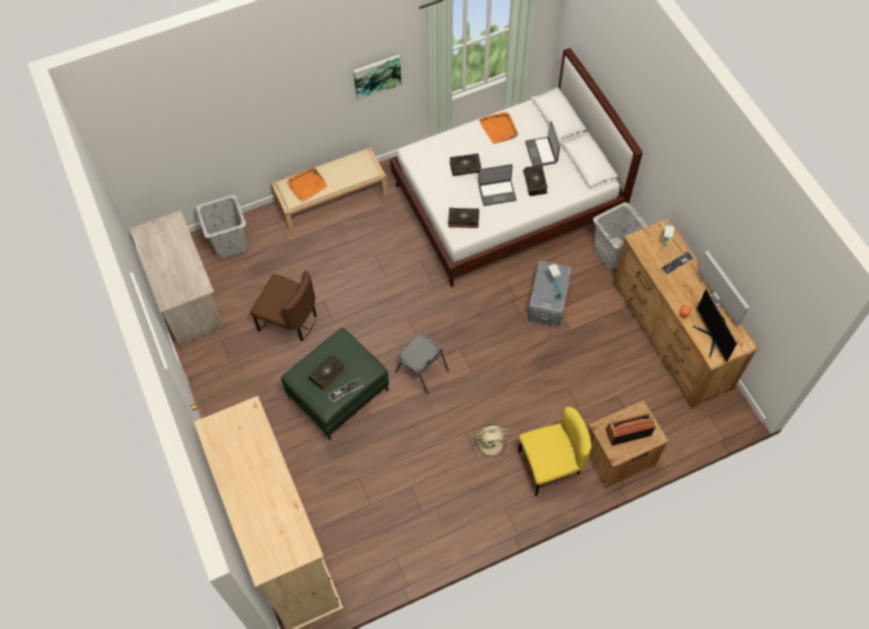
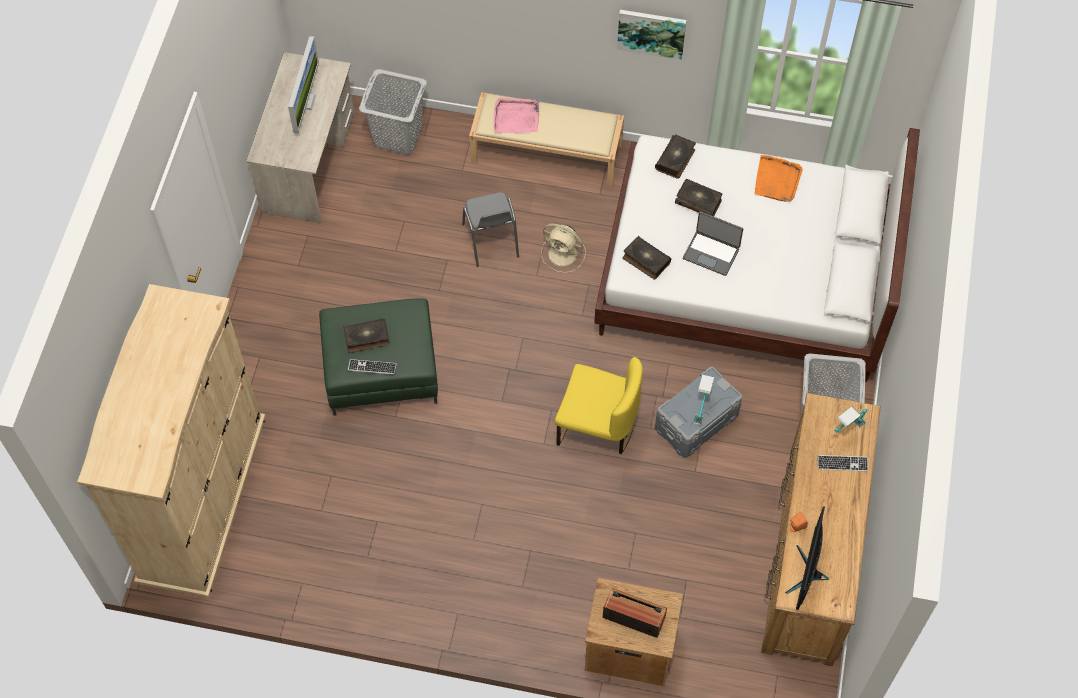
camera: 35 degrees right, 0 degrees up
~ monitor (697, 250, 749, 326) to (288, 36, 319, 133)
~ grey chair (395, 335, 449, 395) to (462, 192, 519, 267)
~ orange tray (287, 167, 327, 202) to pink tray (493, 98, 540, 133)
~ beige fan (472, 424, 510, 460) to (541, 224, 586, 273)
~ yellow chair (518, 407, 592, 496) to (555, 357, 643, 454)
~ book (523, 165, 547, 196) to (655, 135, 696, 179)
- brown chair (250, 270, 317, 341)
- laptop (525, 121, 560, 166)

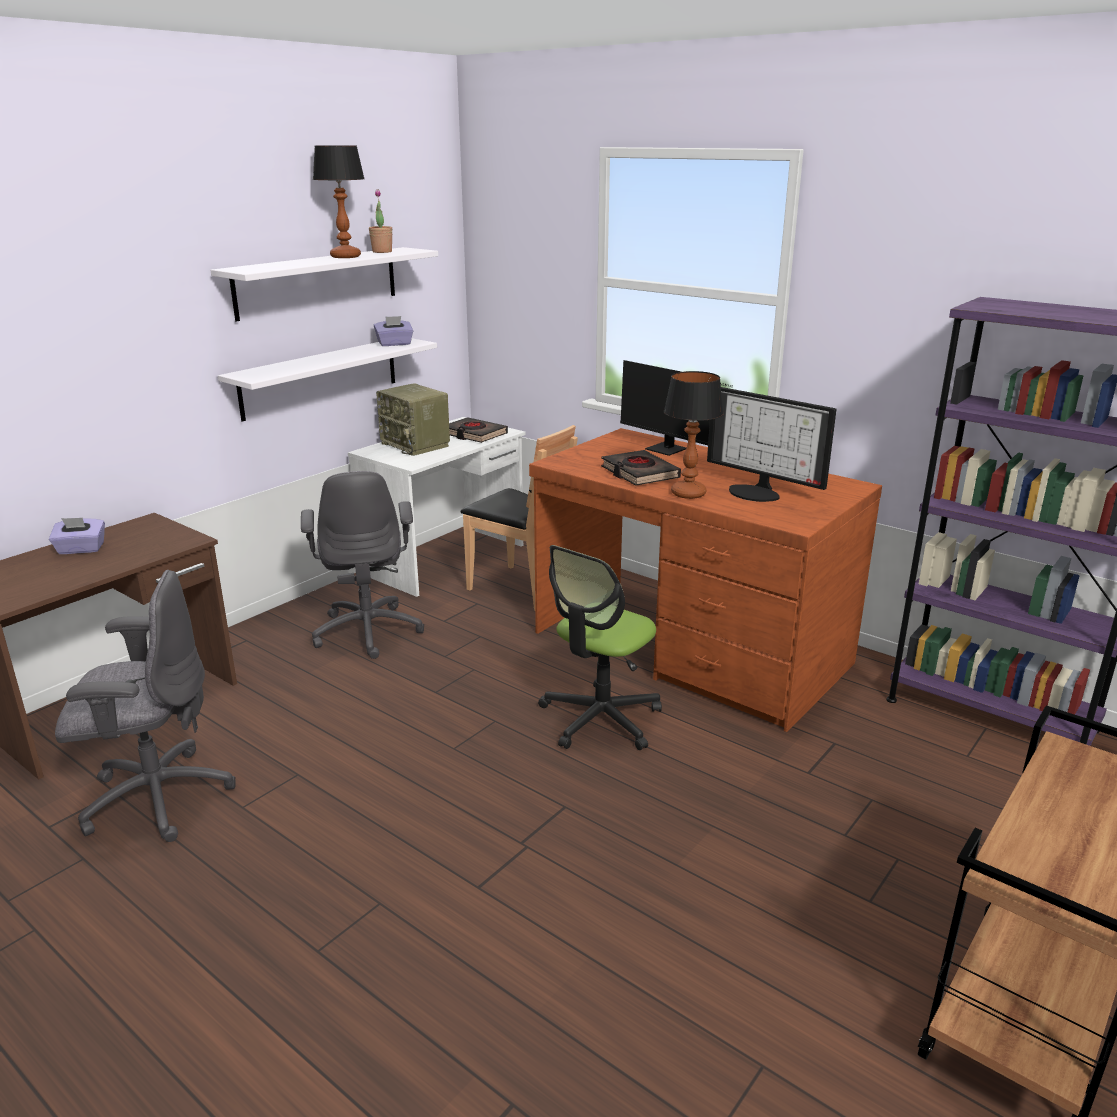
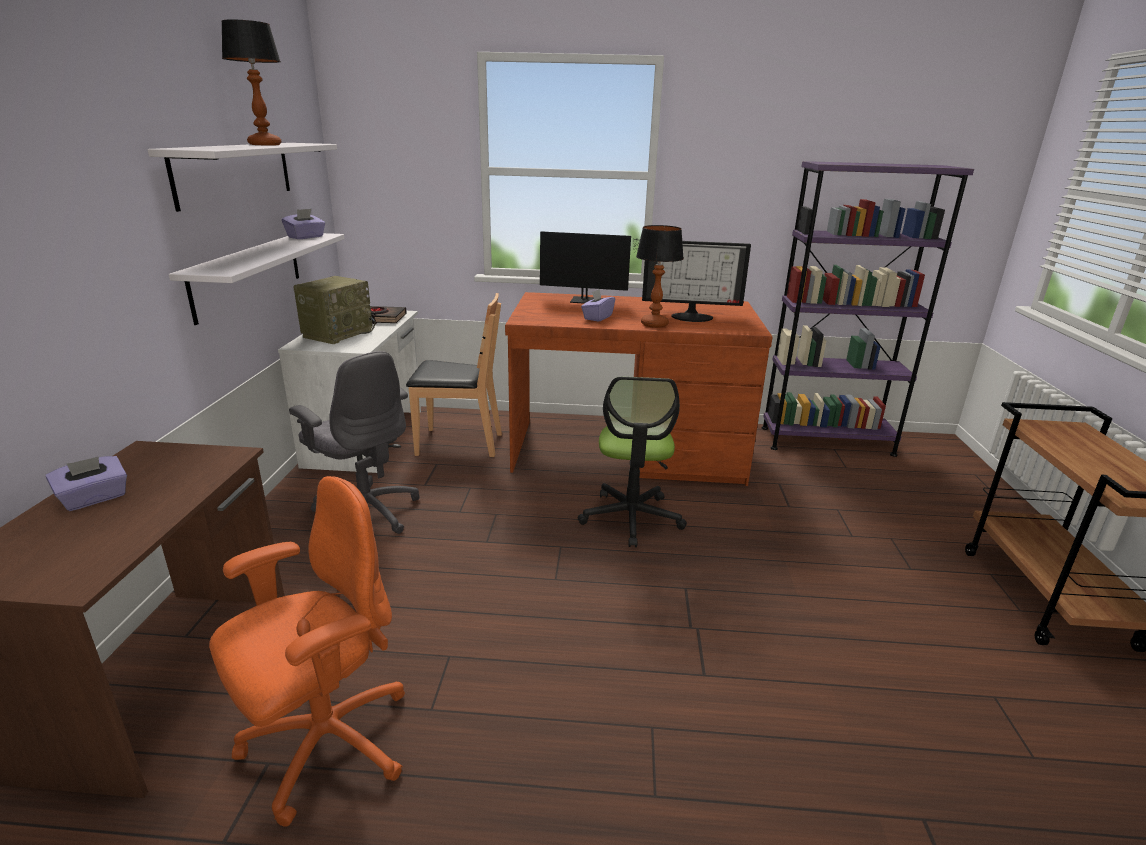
camera: 35 degrees left, 0 degrees up
~ grey office chair (55, 570, 236, 842) to orange office chair (209, 476, 405, 827)
~ radio (376, 383, 450, 456) = (293, 276, 376, 344) 75 degrees counterclockwise
~ black book (601, 450, 681, 486) to purple tissue box (581, 289, 615, 322)
- potted plant (369, 189, 392, 253)

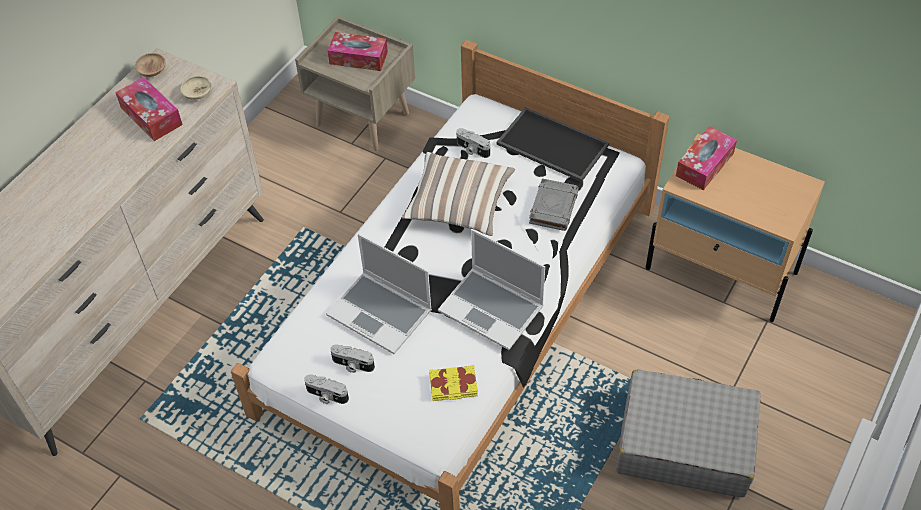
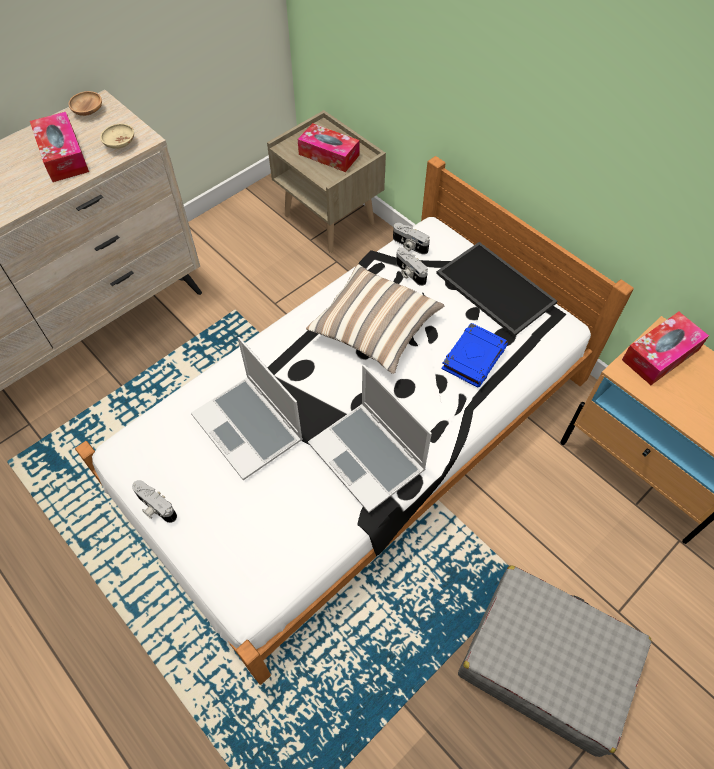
camera: 15 degrees right, 5 degrees up
~ photo camera (330, 344, 375, 373) to (393, 223, 430, 255)
~ grey book (529, 178, 579, 231) to blue book (441, 323, 508, 387)
- yellow book (429, 365, 478, 401)

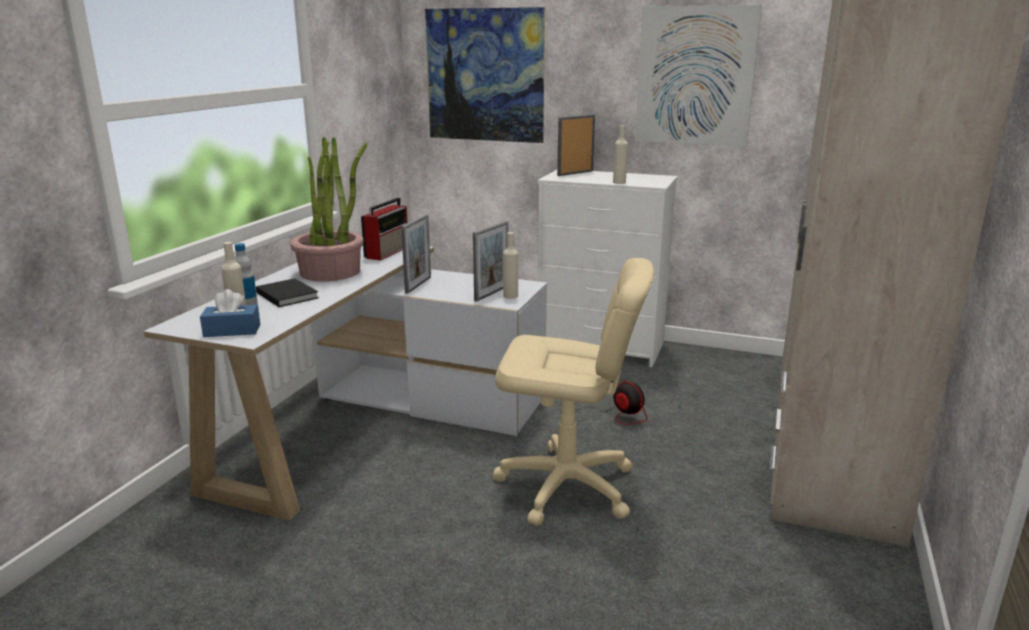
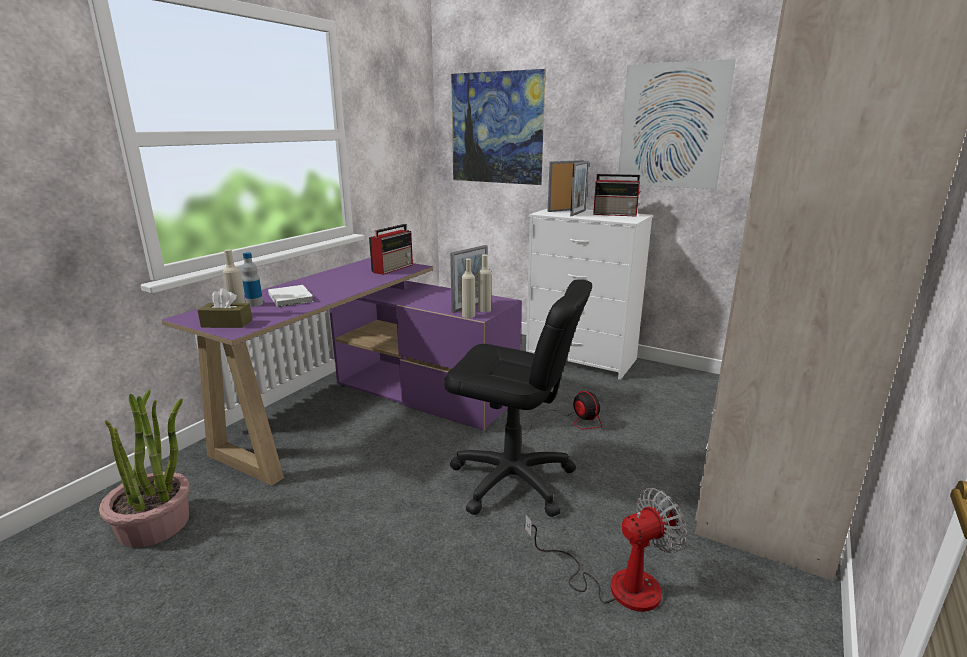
camera: 10 degrees right, 0 degrees up
~ potted plant (290, 137, 367, 281) to (99, 390, 190, 548)
~ white desk (144, 246, 547, 521) to purple desk (161, 258, 522, 486)
~ blue tissue box (200, 289, 260, 337) to brown tissue box (197, 289, 252, 328)
~ black book (256, 278, 319, 307) to white book (268, 285, 314, 307)
~ beige office chair (493, 258, 654, 526) to black office chair (444, 280, 592, 517)
~ beige bottle (613, 125, 628, 184) to (461, 258, 475, 318)
+ fan (525, 488, 687, 612)
~ picture frame (401, 214, 431, 294) to (570, 161, 589, 216)
+ radio (593, 174, 641, 216)

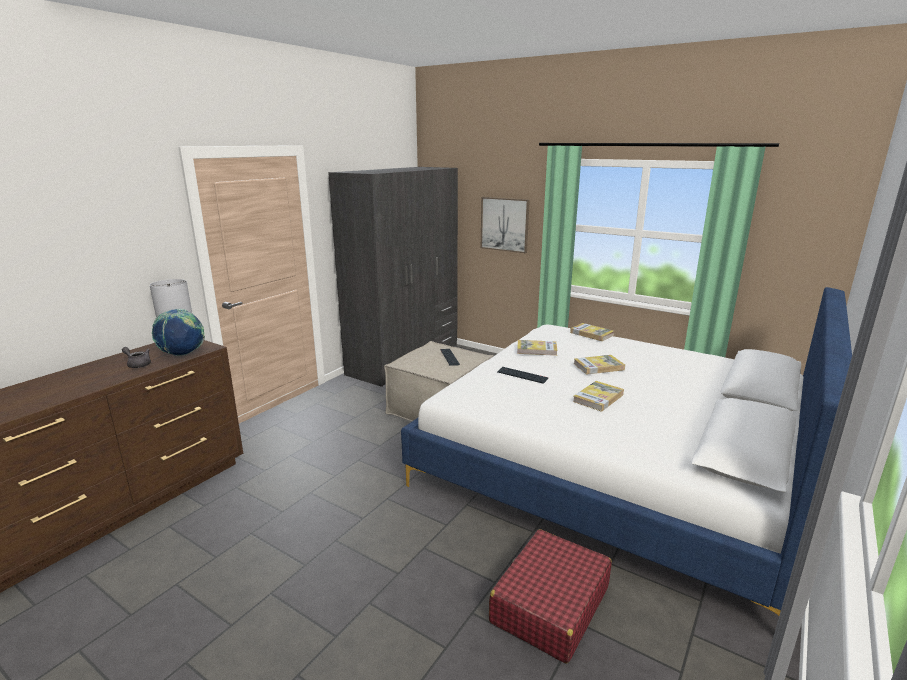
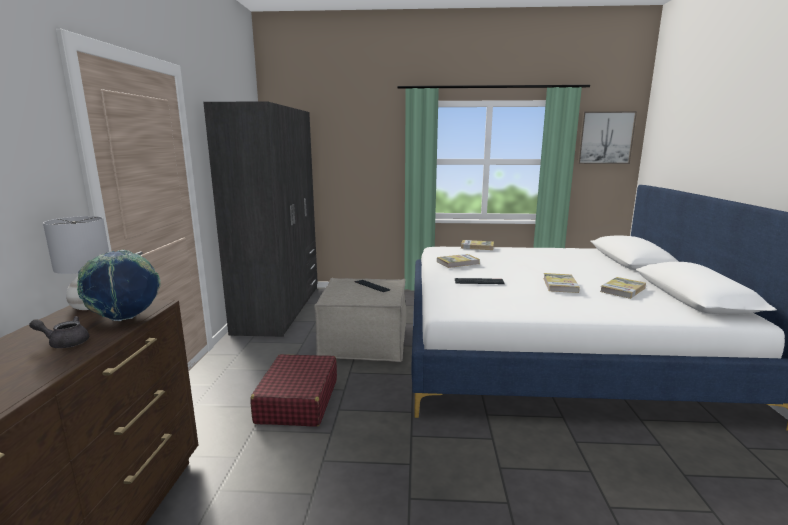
camera: 30 degrees left, 5 degrees down
~ red suitcase (489, 529, 612, 663) to (250, 354, 337, 427)
~ picture (481, 197, 530, 253) to (577, 111, 637, 164)
~ book (574, 355, 625, 375) to (600, 277, 646, 299)

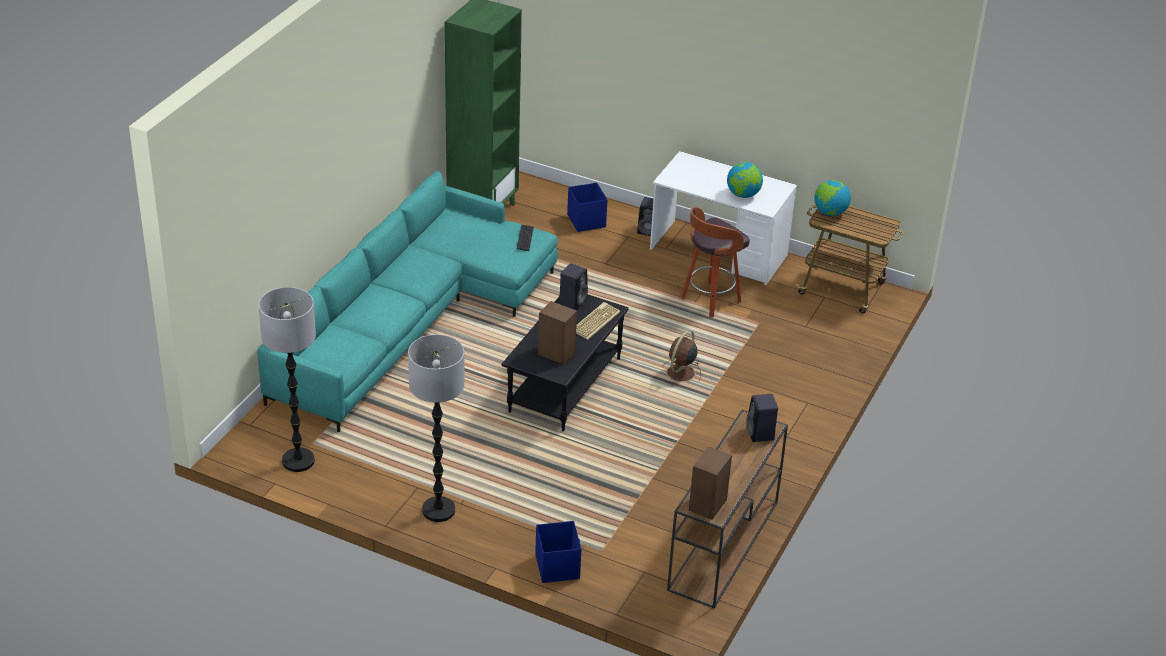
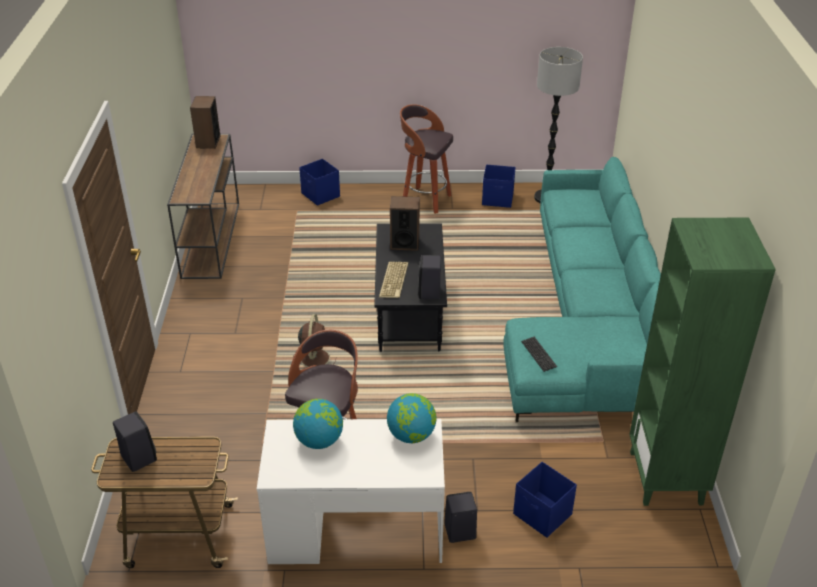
camera: 155 degrees right, 0 degrees up
~ black speaker (747, 394, 778, 442) to (113, 411, 157, 472)
~ globe (814, 180, 851, 216) to (387, 393, 436, 443)
~ floor lamp (408, 334, 465, 522) to stool (400, 104, 453, 214)
+ blue storage box (482, 164, 515, 208)

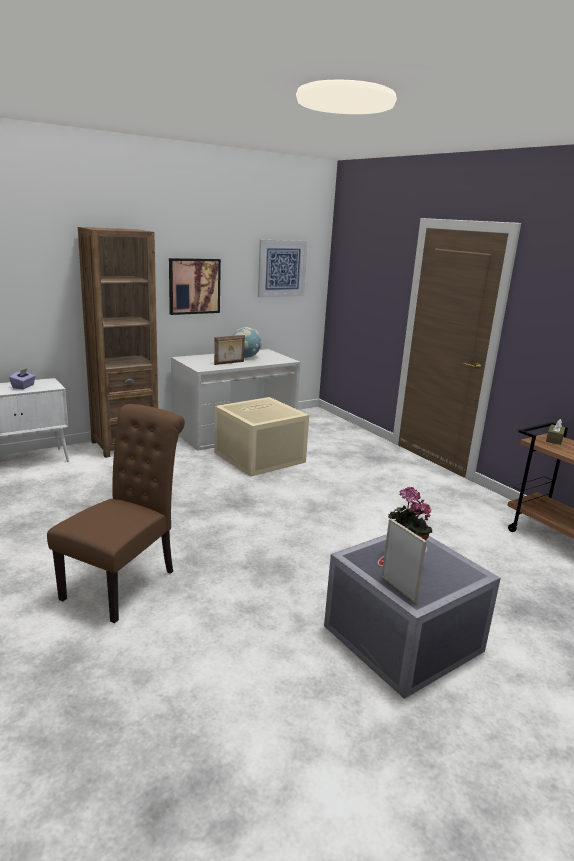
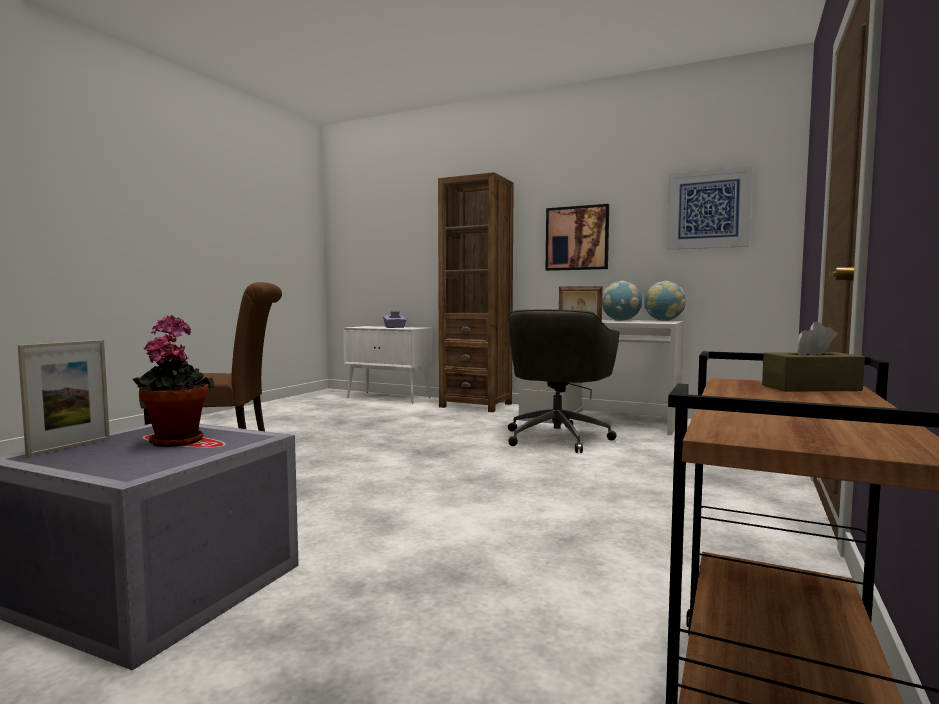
camera: 60 degrees right, 15 degrees down
~ beige storage box (214, 397, 309, 476) to grey office chair (508, 309, 619, 453)
+ globe (644, 281, 686, 321)

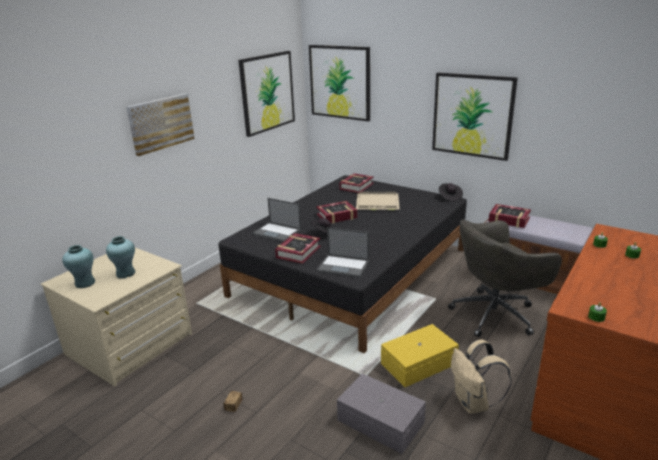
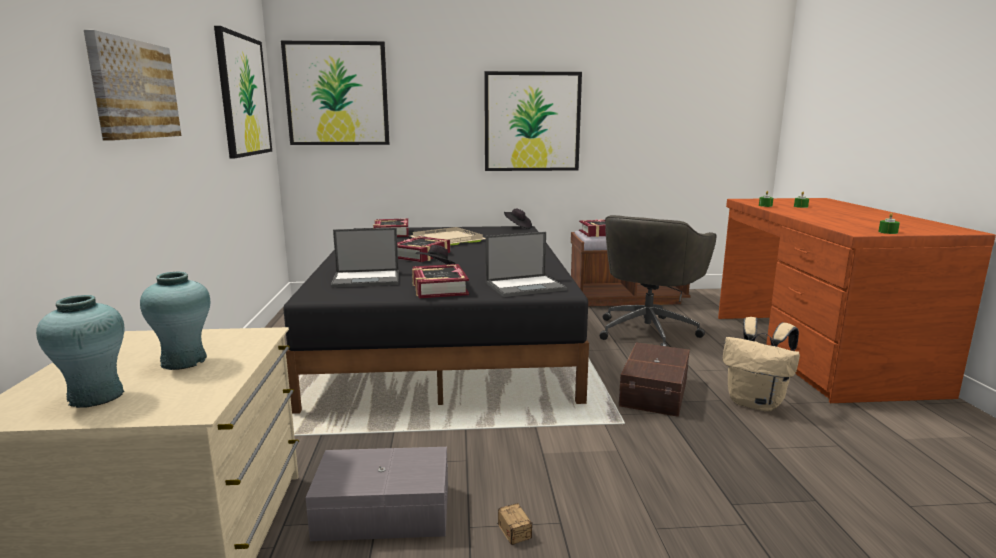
camera: 40 degrees left, 10 degrees down
~ grey storage box (337, 373, 426, 454) to (306, 447, 448, 541)
~ yellow storage box (381, 324, 459, 387) to brown storage box (619, 342, 690, 417)

